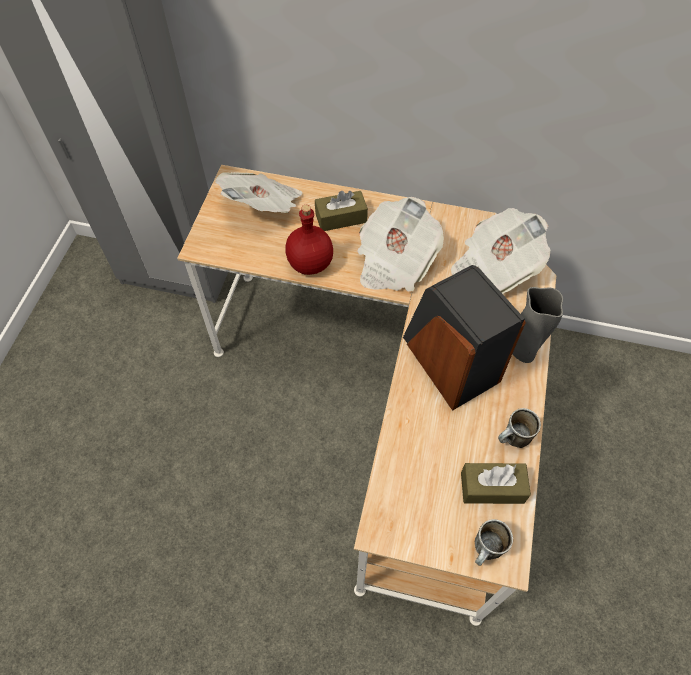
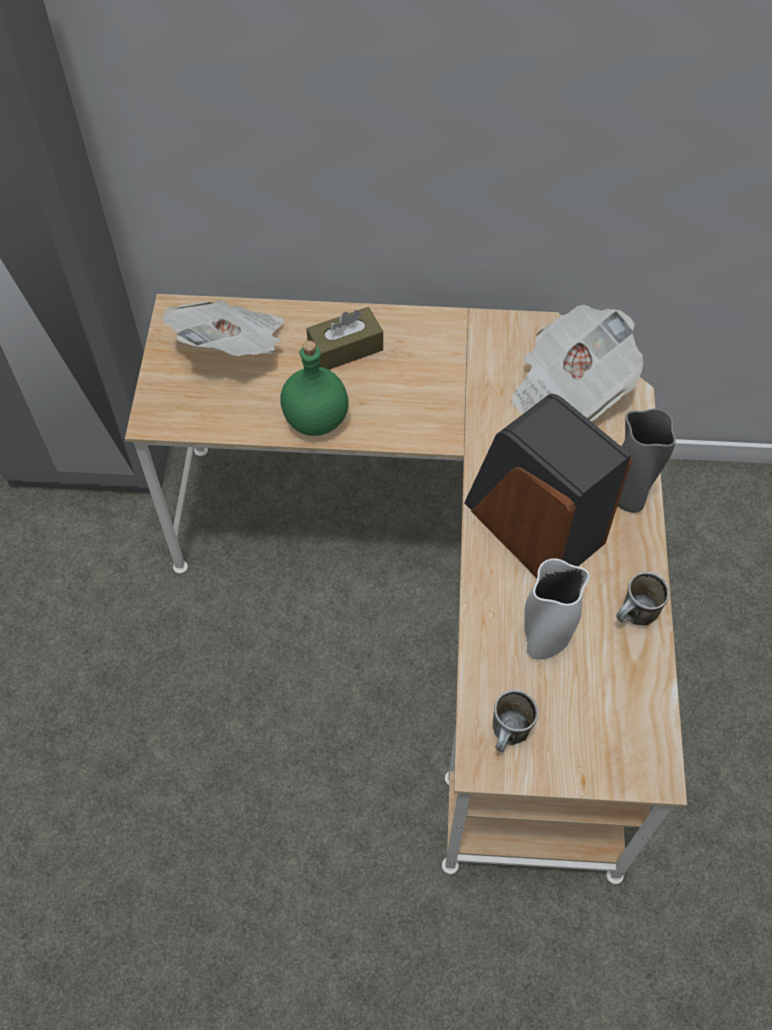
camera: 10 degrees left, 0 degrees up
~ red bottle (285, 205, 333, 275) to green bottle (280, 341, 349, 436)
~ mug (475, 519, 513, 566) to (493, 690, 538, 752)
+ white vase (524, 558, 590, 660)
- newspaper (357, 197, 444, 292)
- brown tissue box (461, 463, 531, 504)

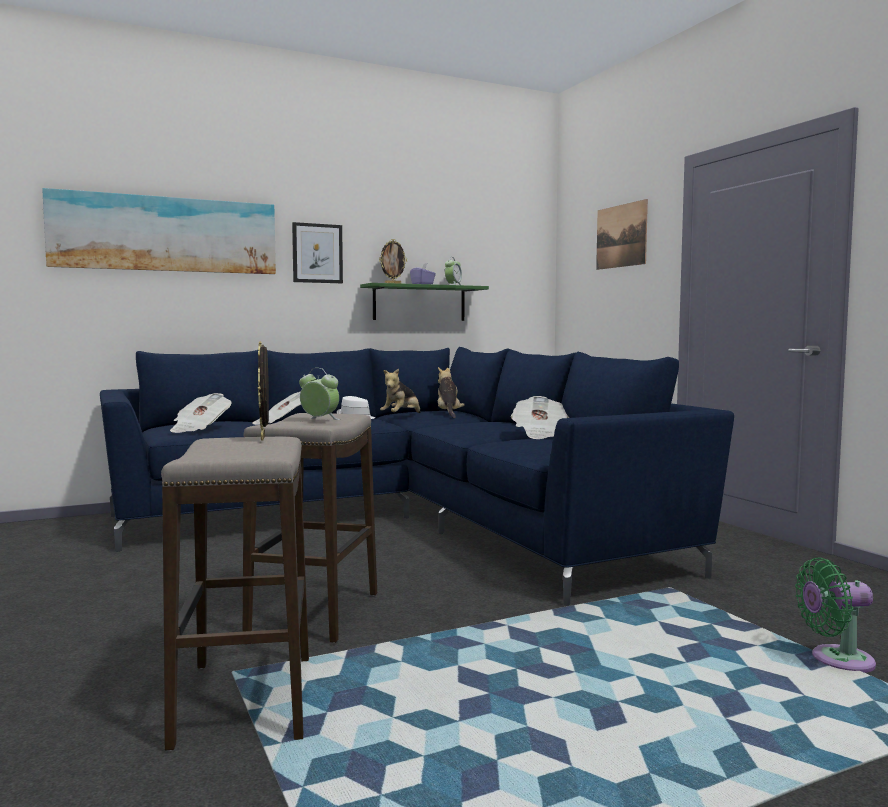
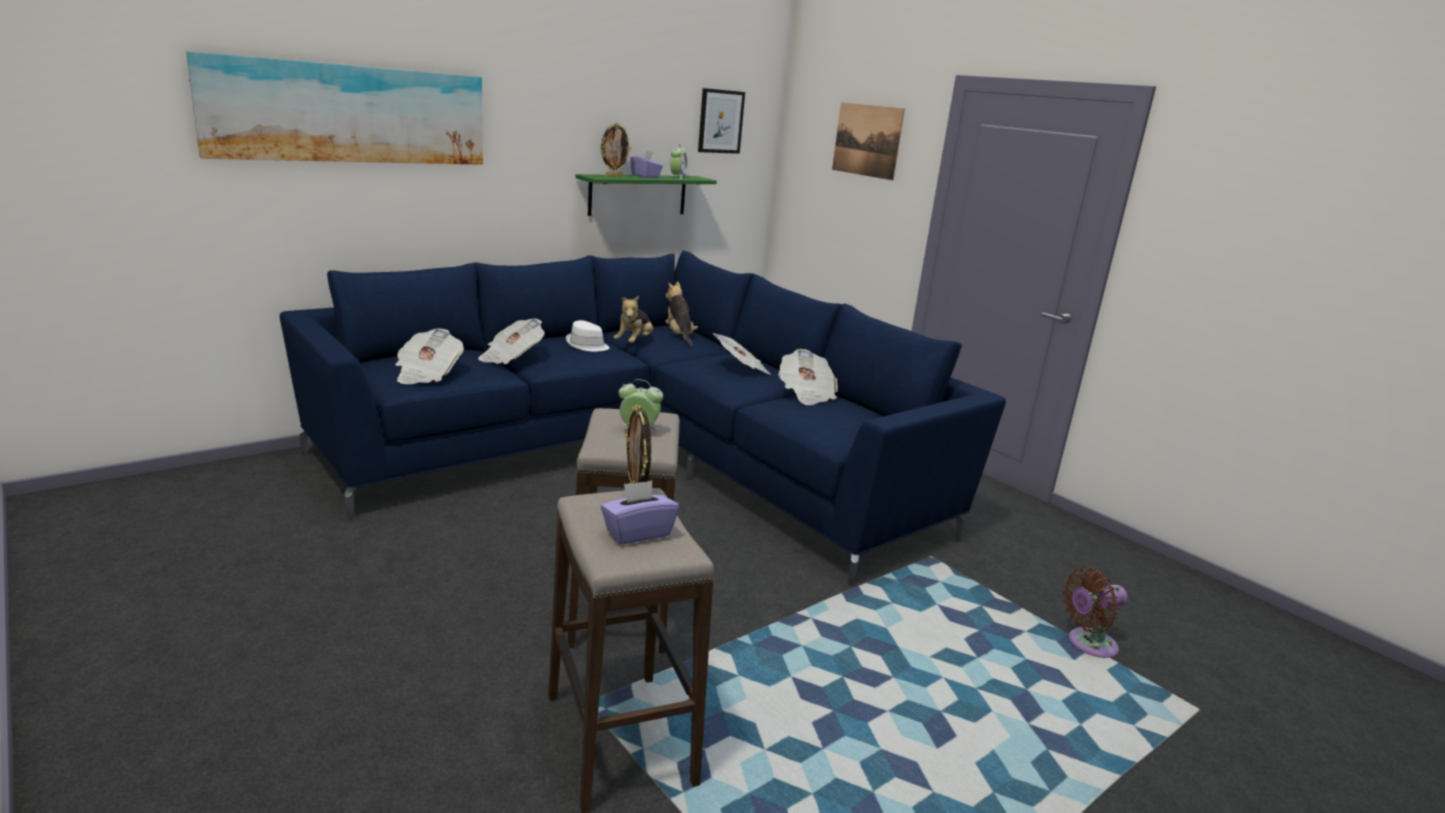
camera: 15 degrees left, 15 degrees up
+ purple tissue box (601, 480, 679, 545)
~ picture (292, 222, 343, 283) to (698, 88, 745, 154)
+ newspaper (713, 333, 770, 374)
~ green fan (795, 558, 876, 673) to brown fan (1063, 566, 1128, 659)

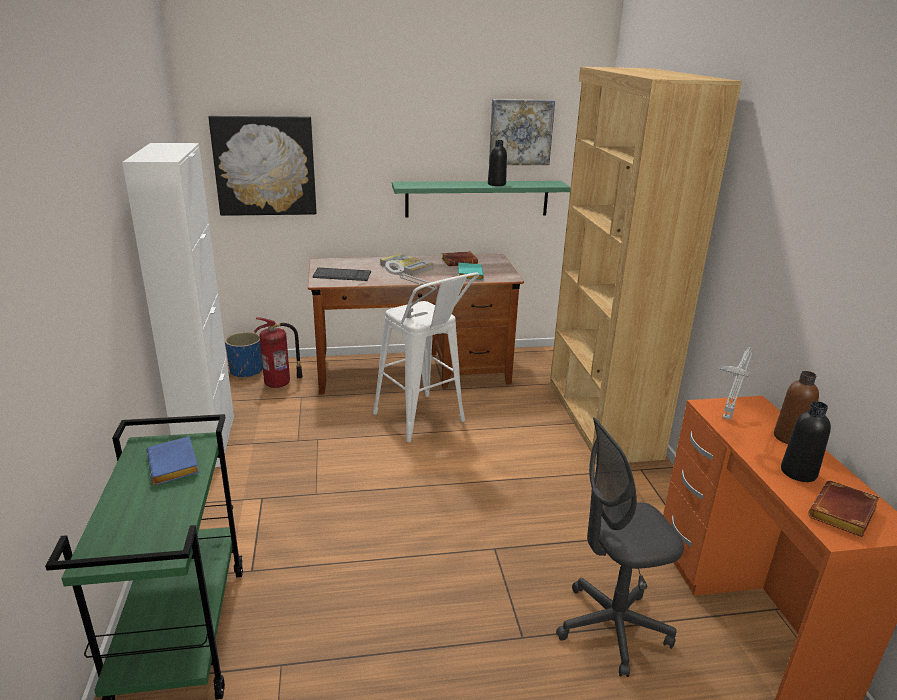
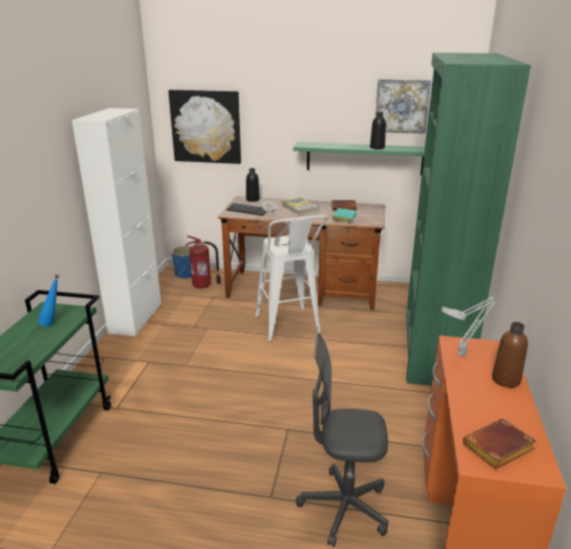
camera: 20 degrees right, 0 degrees up
~ blue book (147, 436, 200, 485) to blue bottle (38, 275, 59, 326)
~ black bottle (781, 401, 831, 482) to (246, 168, 260, 202)
~ brown bookcase (550, 67, 742, 465) to green bookcase (406, 53, 531, 386)

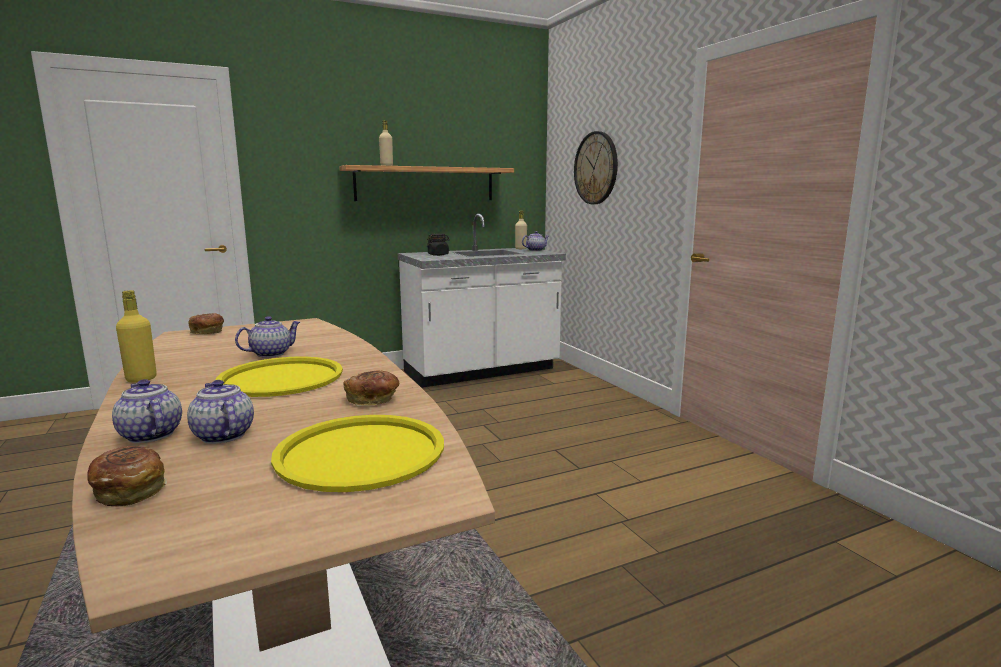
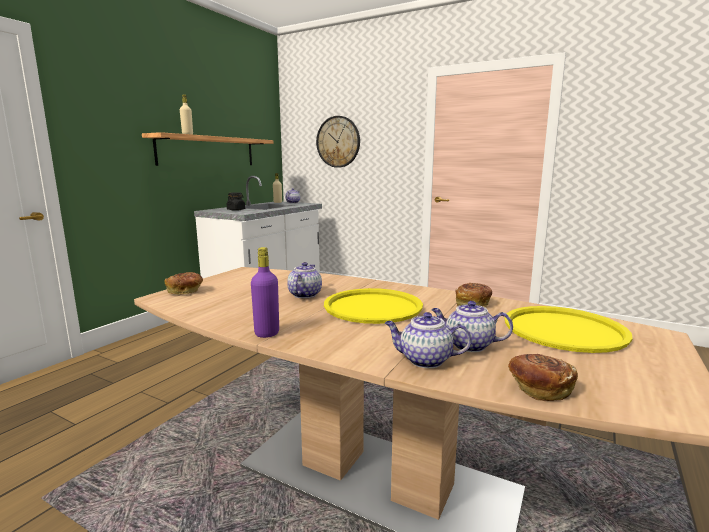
camera: 35 degrees left, 0 degrees up
~ yellow bottle (116, 290, 157, 382) to purple bottle (251, 247, 279, 338)

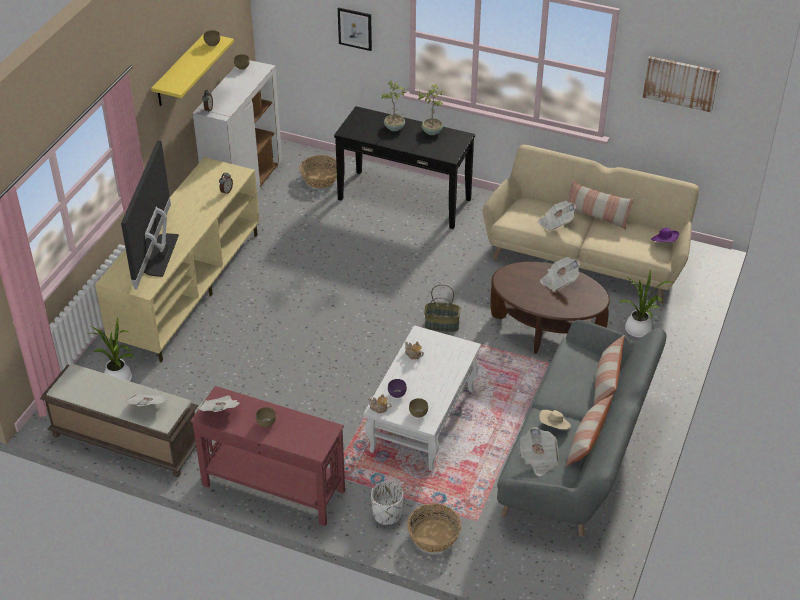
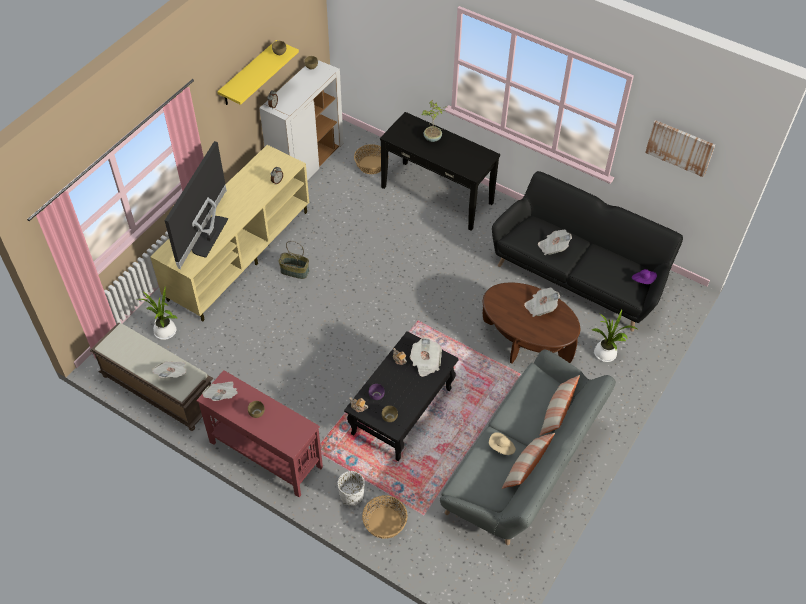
camera: 10 degrees right, 10 degrees up
~ basket (424, 284, 461, 332) to (278, 241, 309, 279)
~ white coffee table (363, 325, 481, 471) to black coffee table (344, 331, 459, 461)
~ newspaper (519, 427, 559, 476) to (410, 337, 442, 377)
~ beige sofa (483, 145, 699, 304) to black sofa (492, 171, 683, 332)
- picture (338, 7, 372, 51)
- potted plant (417, 84, 446, 135)
- pillow (567, 180, 634, 230)

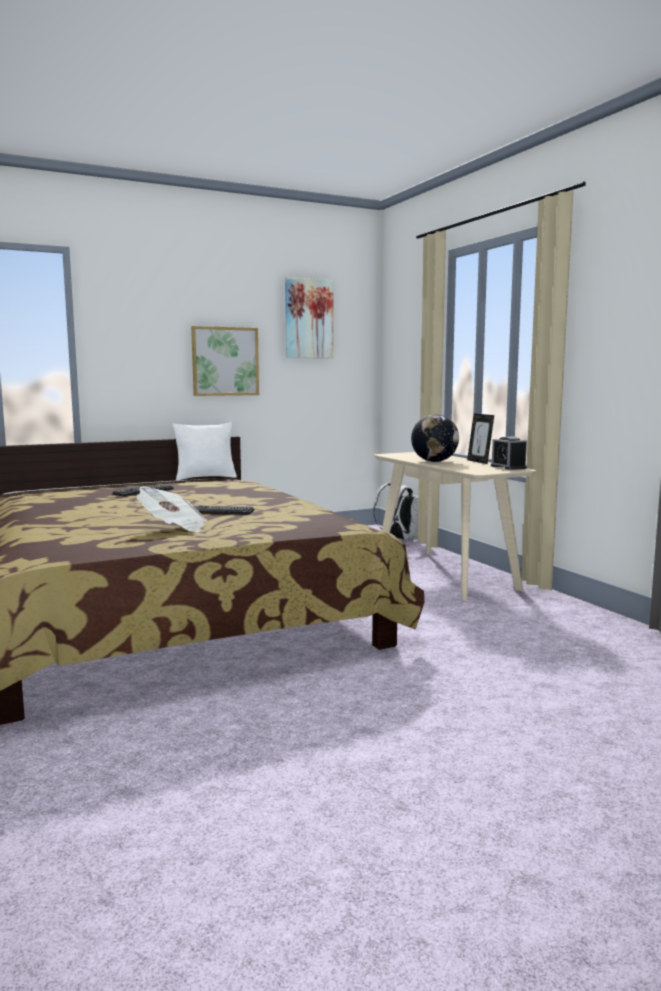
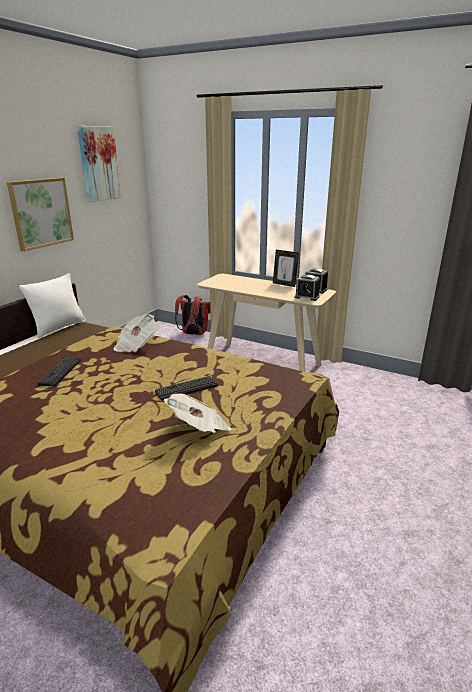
camera: 35 degrees left, 15 degrees up
+ newspaper (113, 314, 158, 352)
~ white backpack (373, 483, 418, 540) to red backpack (175, 295, 211, 335)
+ alarm clock (294, 275, 320, 301)
- globe (411, 414, 459, 462)

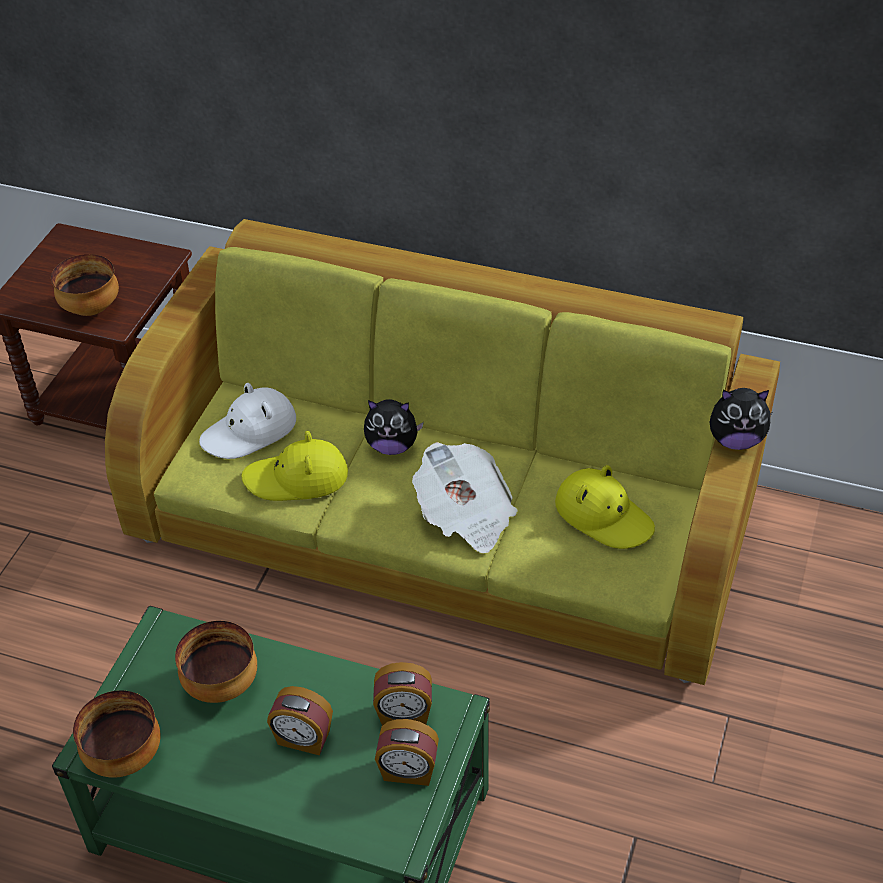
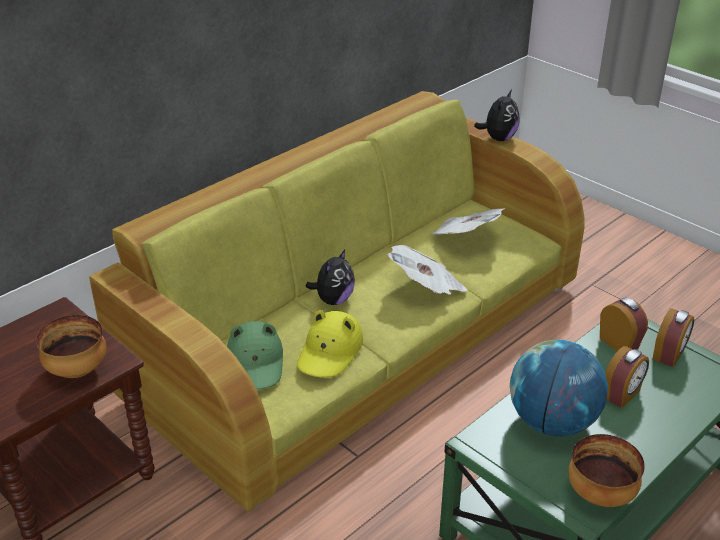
camera: 65 degrees left, 10 degrees down
~ white hat (199, 383, 296, 459) to green hat (227, 321, 283, 390)
~ yellow hat (555, 465, 655, 549) to newspaper (430, 208, 505, 235)
~ bowl (175, 621, 257, 703) to globe (510, 340, 608, 436)
~ alarm clock (373, 662, 432, 726) = (600, 298, 648, 351) 60 degrees counterclockwise

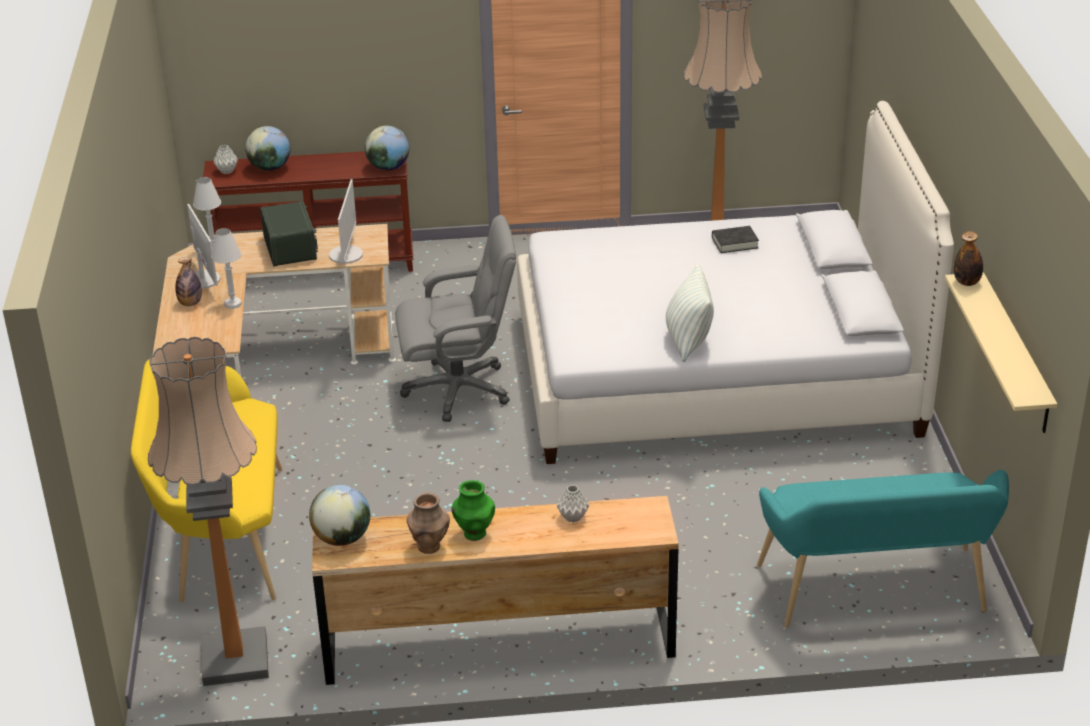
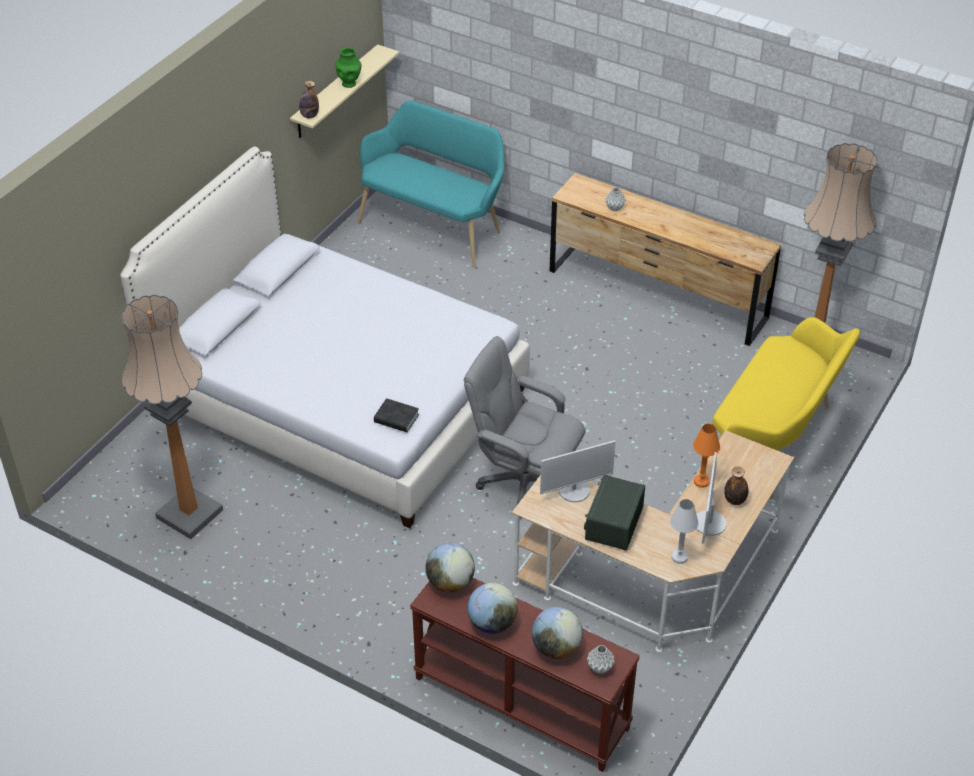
camera: 145 degrees left, 10 degrees up
~ green vase (451, 480, 495, 541) to (335, 47, 362, 88)
~ black book (712, 226, 759, 253) to (374, 398, 419, 432)
~ globe (309, 485, 370, 546) to (467, 583, 518, 634)
~ monitor (329, 179, 363, 264) = (540, 440, 616, 502) 150 degrees counterclockwise
~ white table lamp (211, 228, 242, 309) to orange table lamp (693, 424, 720, 488)
- brown vase (406, 492, 450, 554)
- pillow (666, 264, 714, 362)

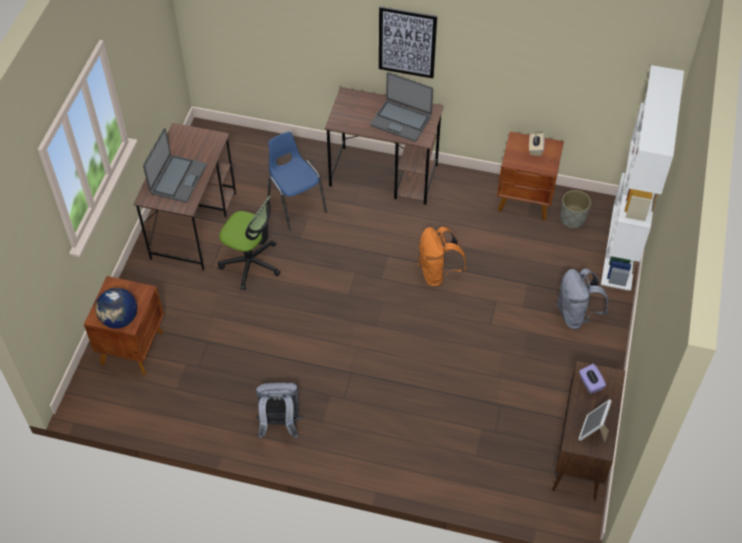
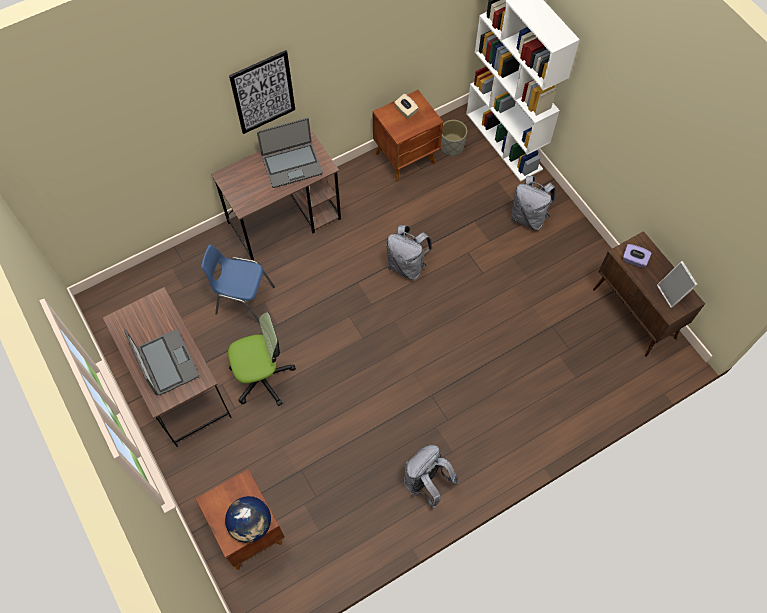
camera: 45 degrees left, 10 degrees up
~ orange backpack (418, 227, 466, 287) to grey backpack (387, 225, 432, 280)

